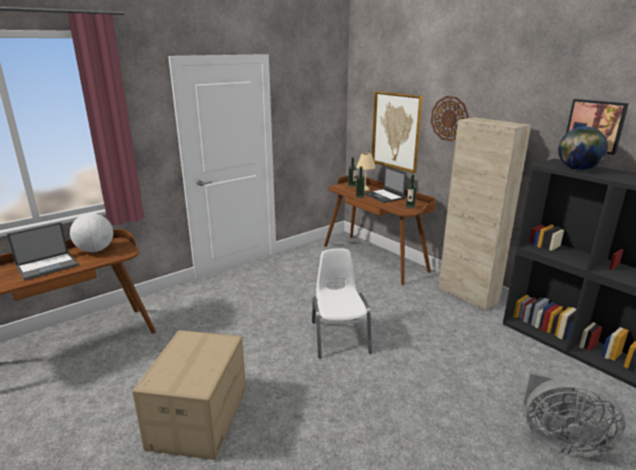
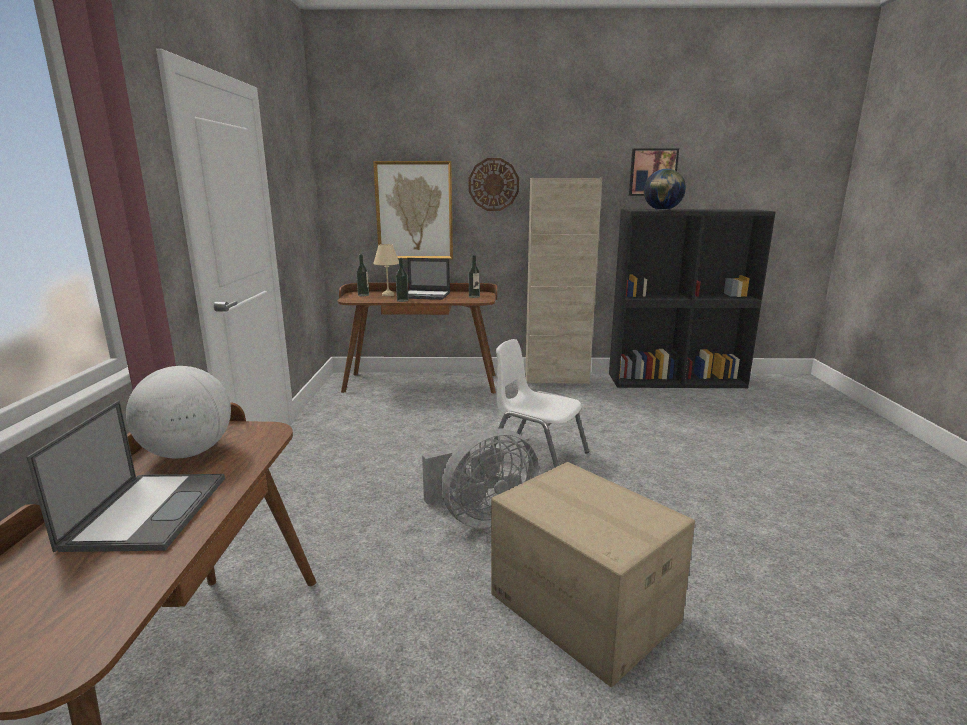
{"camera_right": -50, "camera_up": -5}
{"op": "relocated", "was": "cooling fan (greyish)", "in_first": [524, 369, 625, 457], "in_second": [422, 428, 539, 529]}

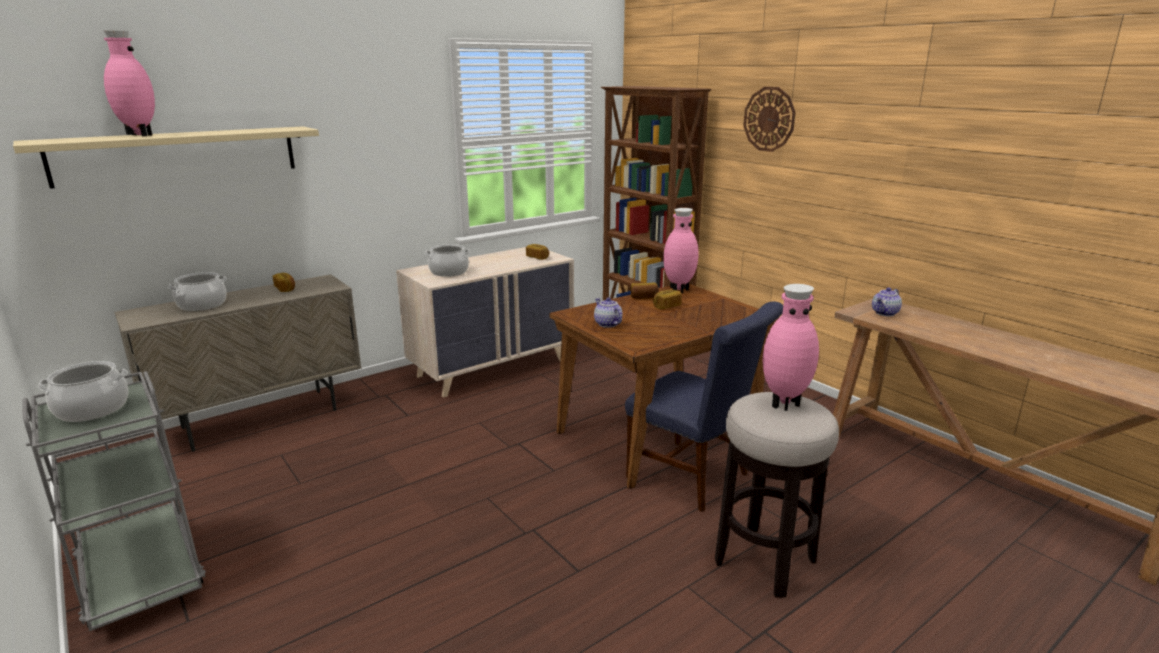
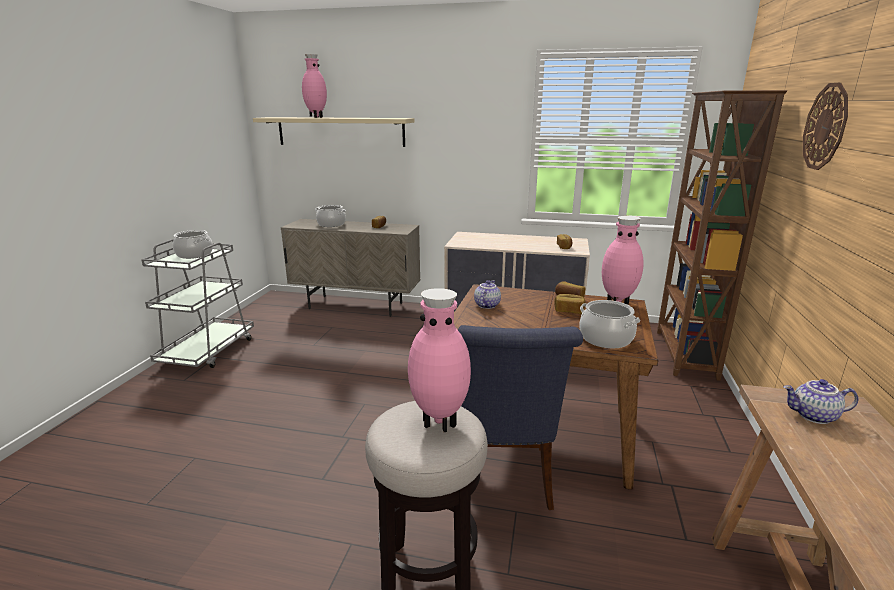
{"camera_right": 50, "camera_up": 0}
{"op": "relocated", "was": "stockpot", "in_first": [425, 244, 470, 277], "in_second": [579, 300, 640, 348]}

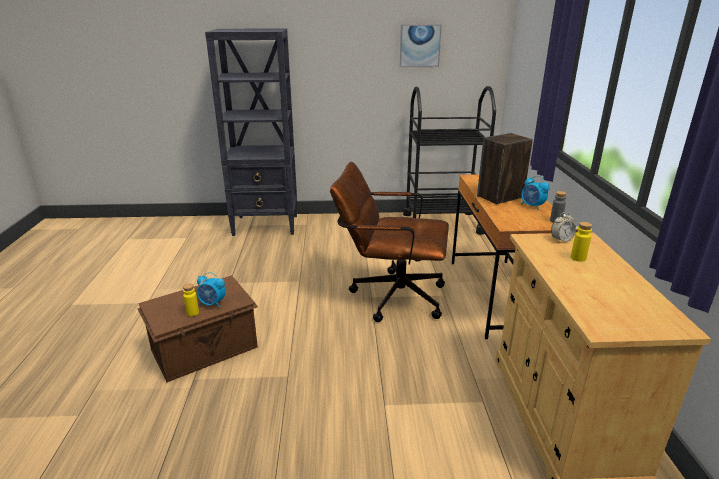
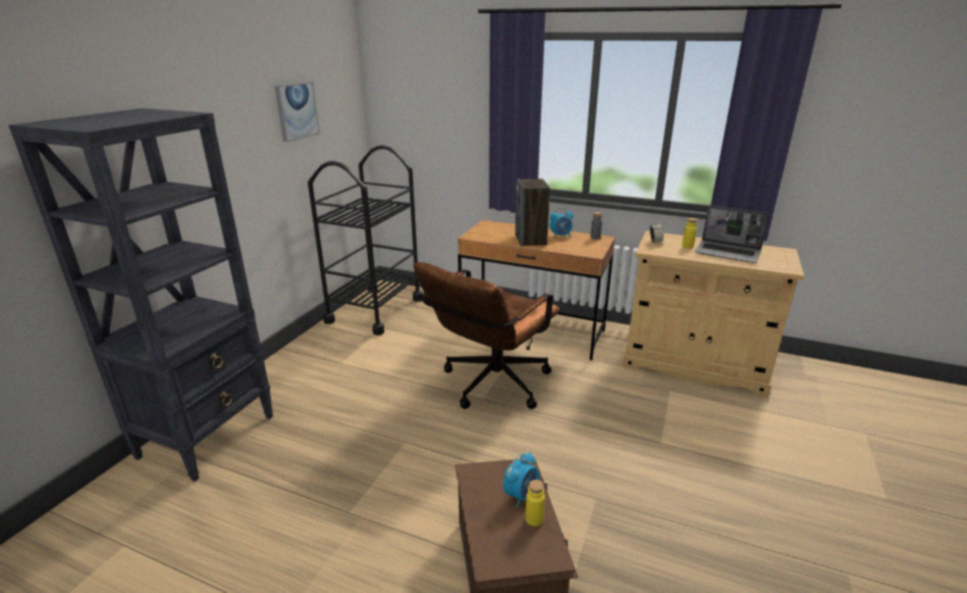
{"camera_right": -65, "camera_up": 0}
{"op": "appeared", "now": "portable computer", "in_second": [695, 205, 769, 263]}

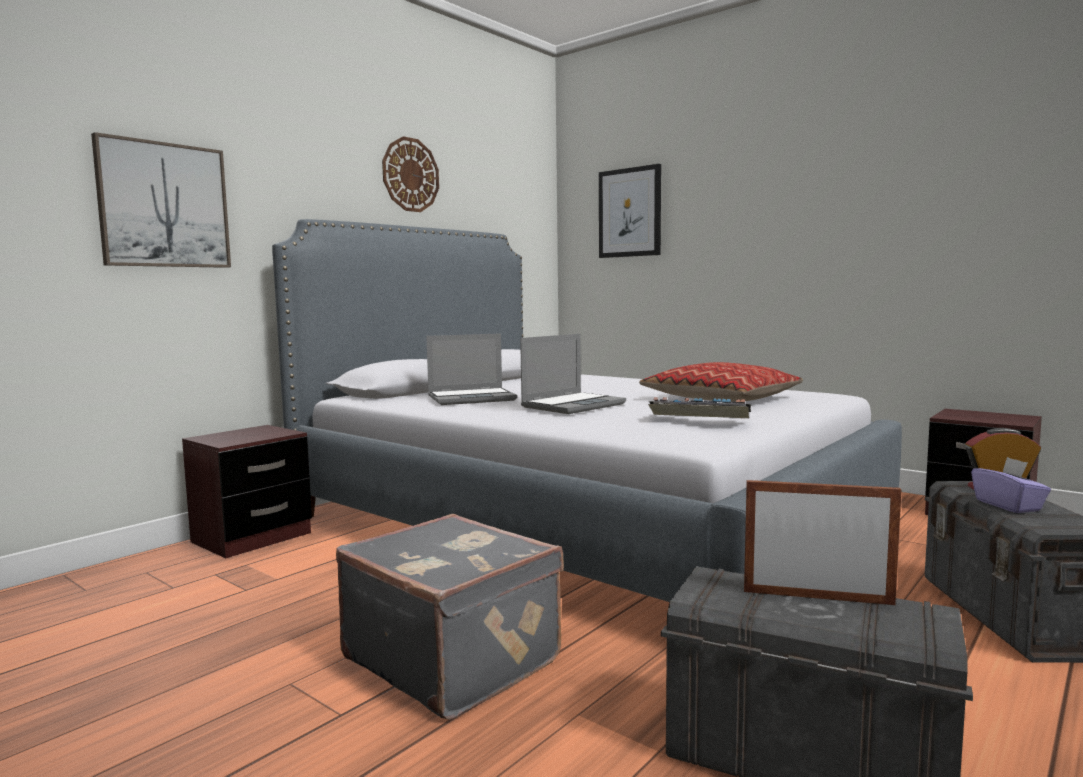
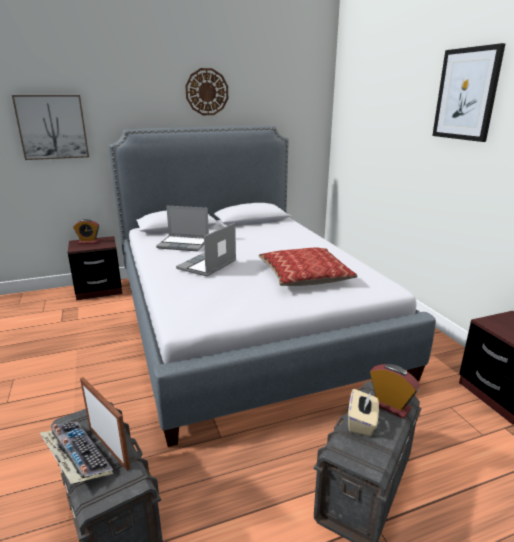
{"camera_right": 30, "camera_up": 15}
{"op": "missing", "was": "suitcase (greyish)", "in_first": [336, 514, 564, 720]}
{"op": "appeared", "now": "bedside clock", "in_second": [73, 219, 99, 244]}
{"op": "relocated", "was": "wall picture", "in_first": [599, 164, 661, 258], "in_second": [432, 43, 506, 142]}
{"op": "relocated", "was": "PC keyboard", "in_first": [648, 397, 751, 418], "in_second": [40, 422, 114, 484]}
{"op": "colour", "was": "box of tissues (purple)", "now": "box of tissues (sand-coloured)", "in_first": [971, 457, 1051, 513], "in_second": [348, 389, 379, 436]}
{"op": "spun", "was": "portable computer", "in_first": [520, 334, 626, 414], "in_second": [176, 223, 236, 276], "clockwise": 135}

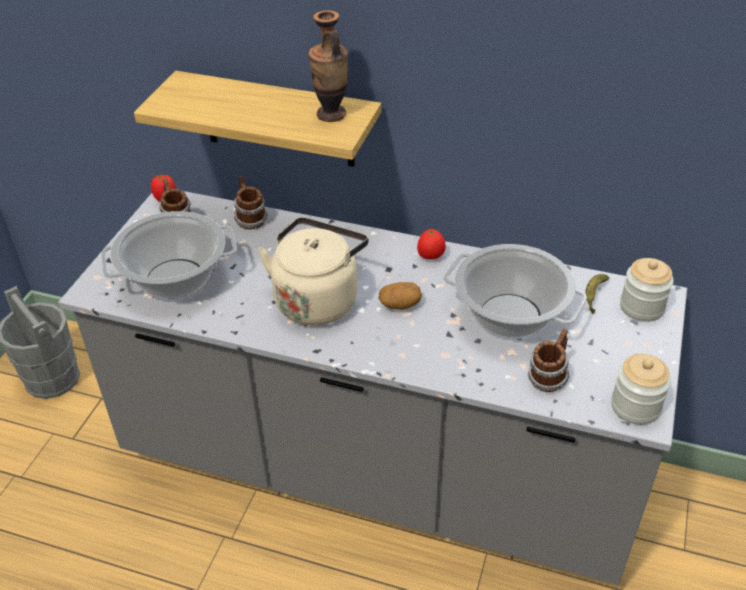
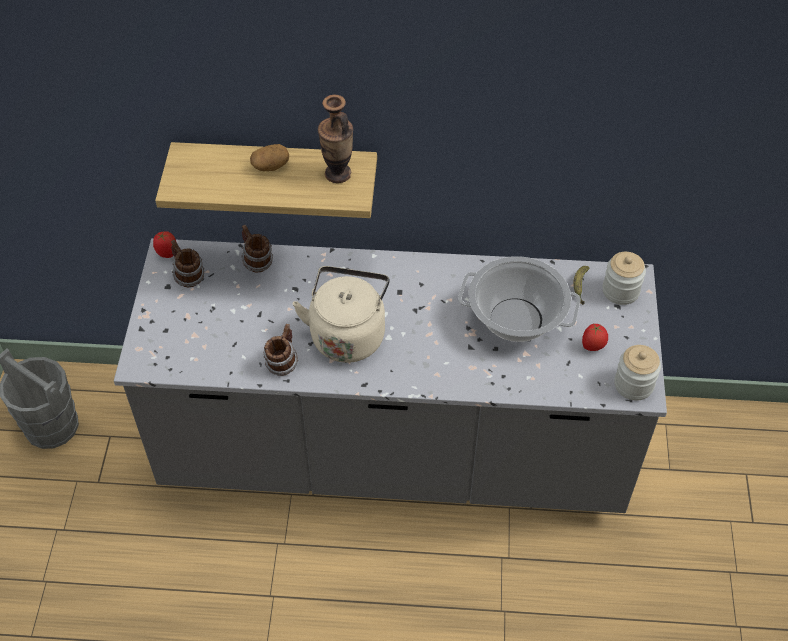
{"camera_right": -15, "camera_up": 10}
{"op": "missing", "was": "stockpot", "in_first": [101, 211, 237, 299]}
{"op": "relocated", "was": "spud", "in_first": [379, 282, 422, 310], "in_second": [250, 144, 289, 171]}
{"op": "relocated", "was": "tomato", "in_first": [417, 229, 446, 259], "in_second": [582, 324, 608, 351]}
{"op": "relocated", "was": "tea mug", "in_first": [528, 329, 570, 392], "in_second": [263, 324, 299, 376]}

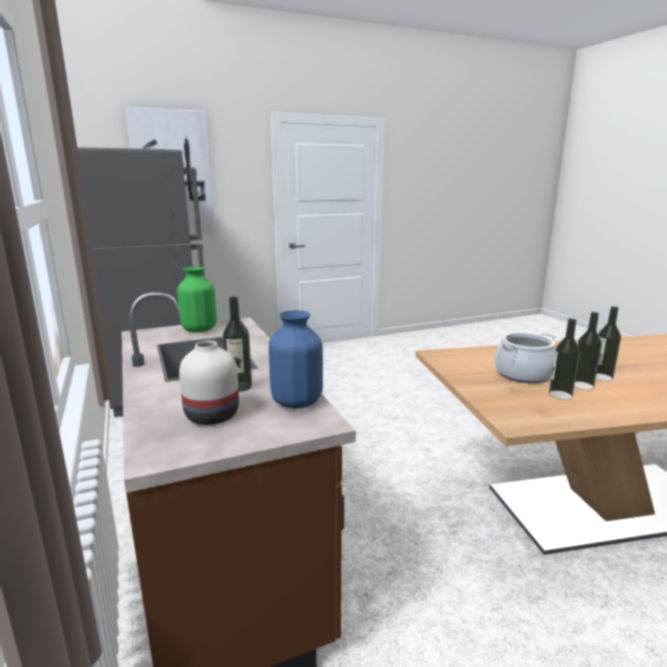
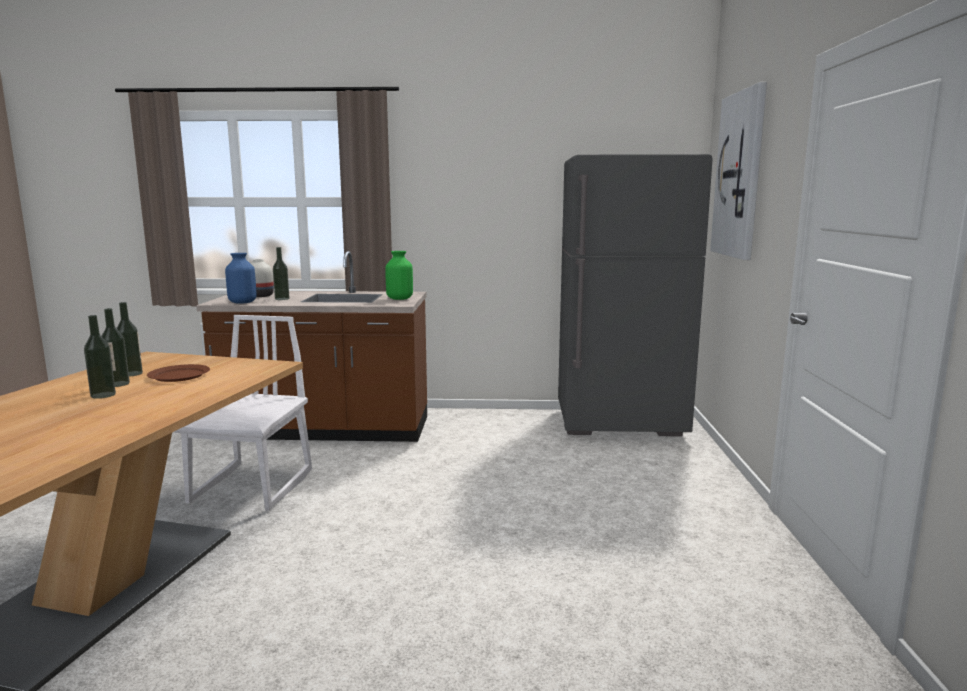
{"camera_right": 115, "camera_up": -5}
{"op": "appeared", "now": "upright chair (whitish)", "in_second": [174, 315, 312, 511]}
{"op": "exchanged", "was": "stockpot", "now": "plate (brown)", "in_first": [495, 333, 556, 383], "in_second": [147, 364, 210, 382]}

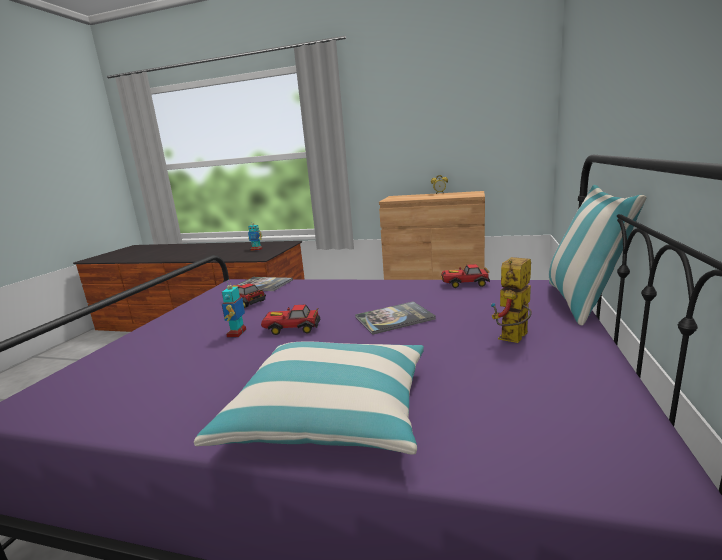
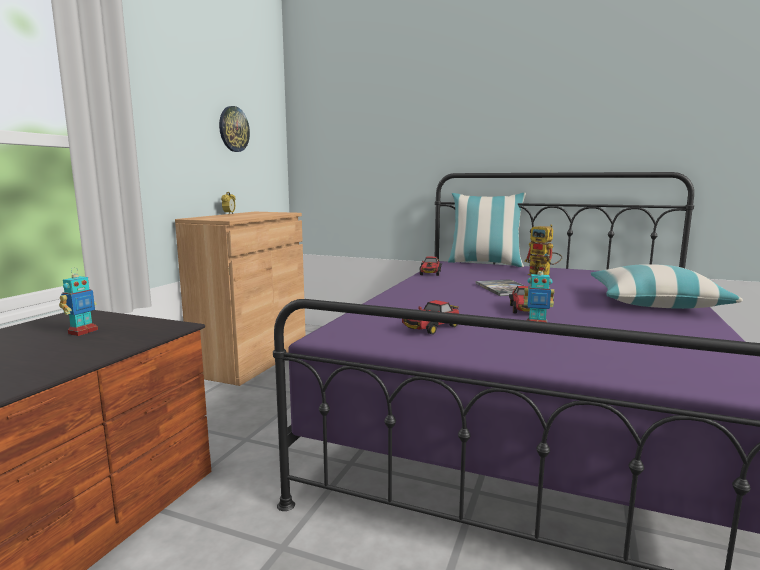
{"camera_right": -85, "camera_up": -5}
{"op": "missing", "was": "volume", "in_first": [237, 277, 293, 291]}
{"op": "appeared", "now": "hanging clock", "in_second": [219, 106, 250, 152]}

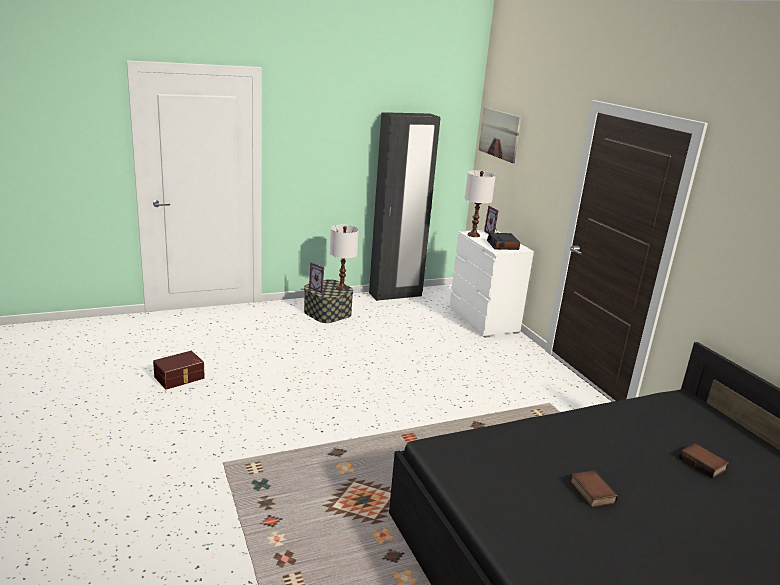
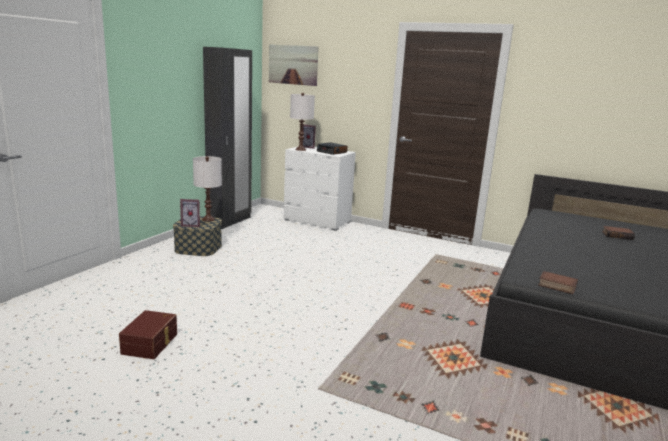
{"camera_right": -40, "camera_up": -5}
{"op": "relocated", "was": "volume", "in_first": [570, 470, 618, 508], "in_second": [538, 271, 578, 294]}

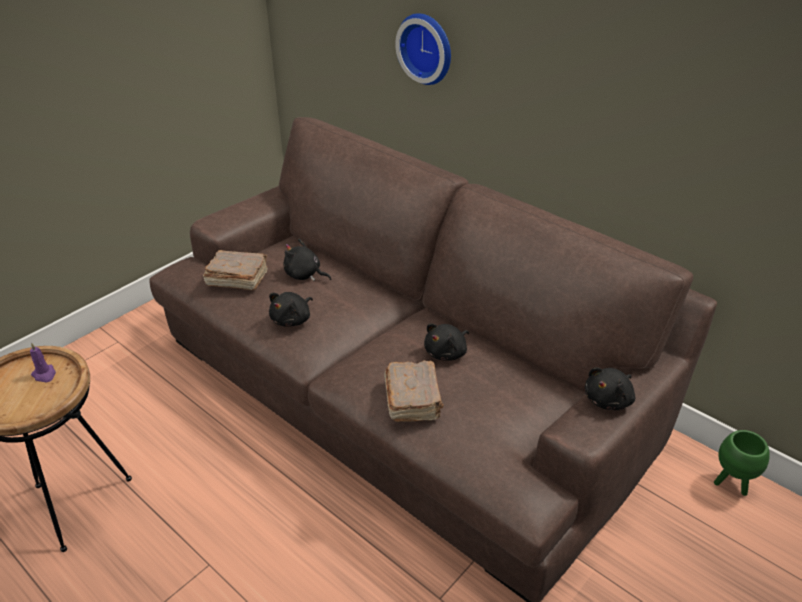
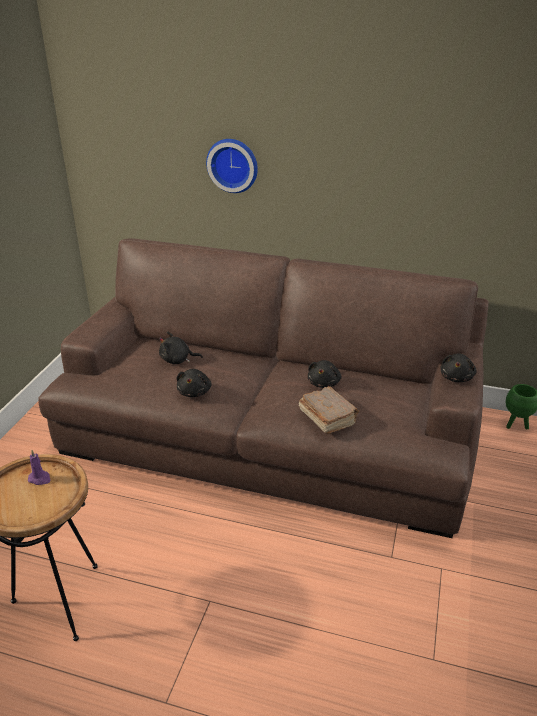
{"camera_right": -25, "camera_up": -5}
{"op": "missing", "was": "volume (brown)", "in_first": [203, 250, 267, 290]}

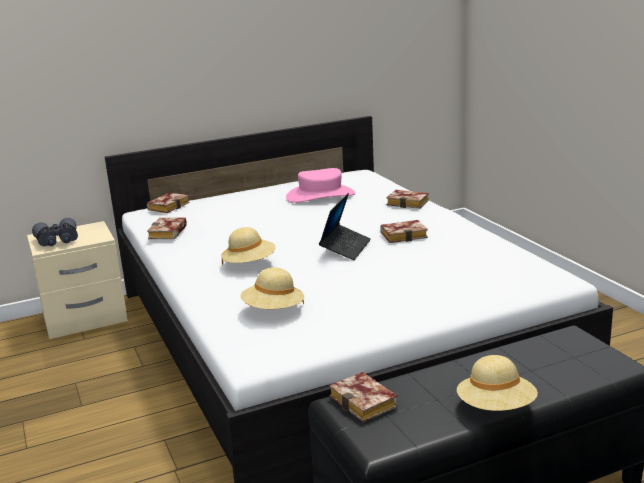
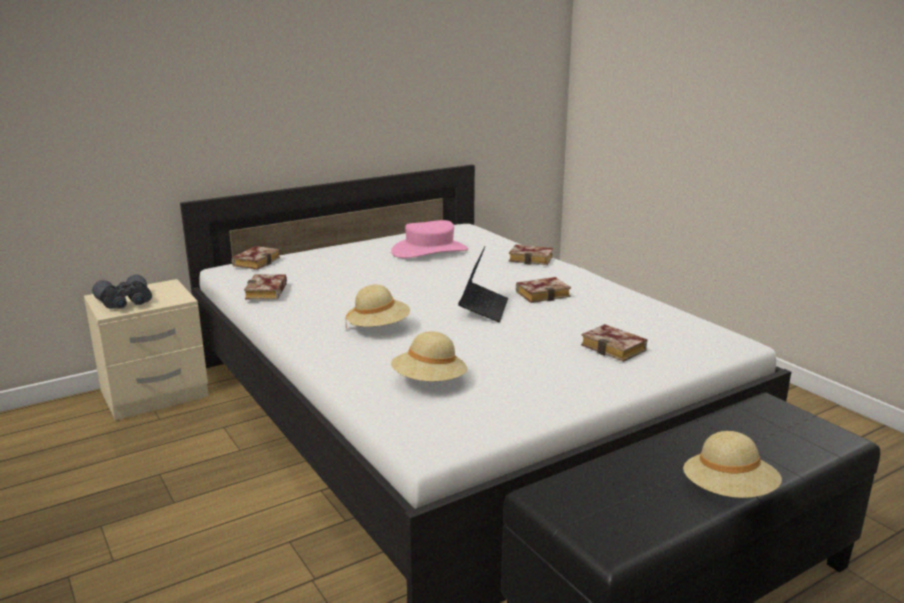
{"camera_right": -10, "camera_up": 0}
{"op": "relocated", "was": "volume", "in_first": [329, 372, 398, 422], "in_second": [581, 324, 647, 362]}

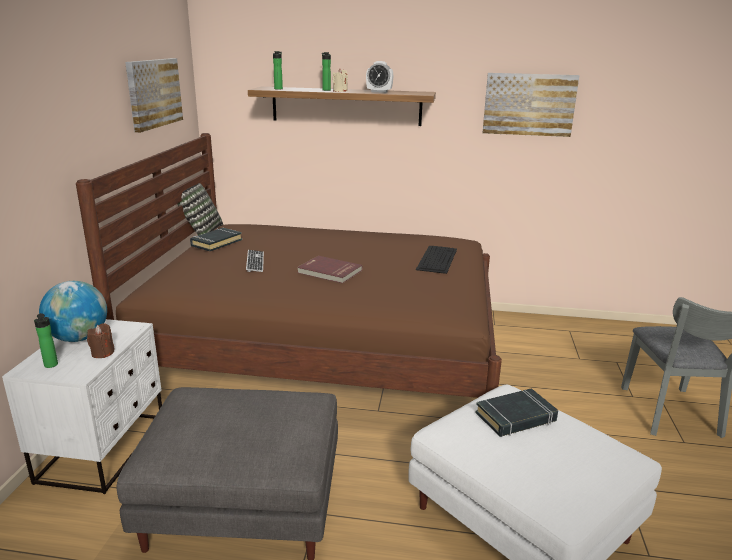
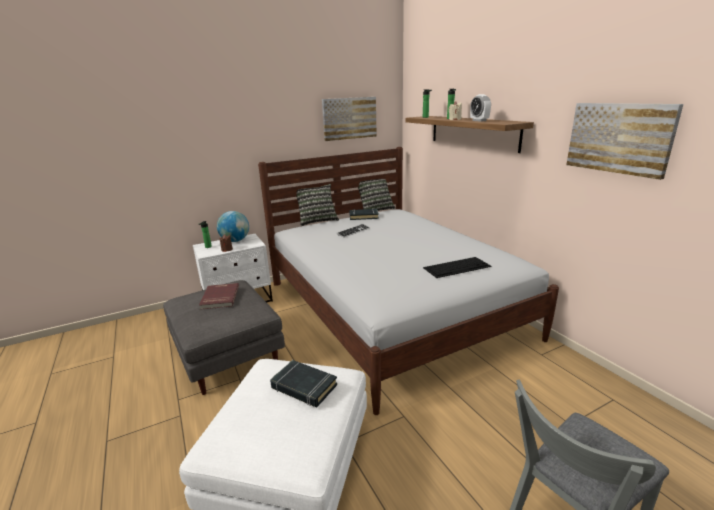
{"camera_right": 55, "camera_up": 0}
{"op": "appeared", "now": "cushion", "in_second": [296, 184, 339, 226]}
{"op": "relocated", "was": "volume (red-coloured)", "in_first": [297, 256, 363, 284], "in_second": [199, 283, 239, 310]}
{"op": "colour", "was": "bedroom bed (brown)", "now": "bedroom bed (whitish)", "in_first": [76, 133, 502, 398], "in_second": [258, 147, 559, 415]}

